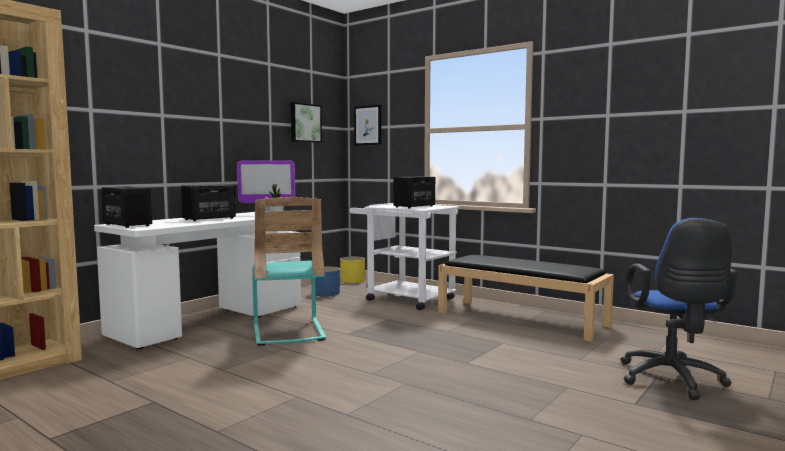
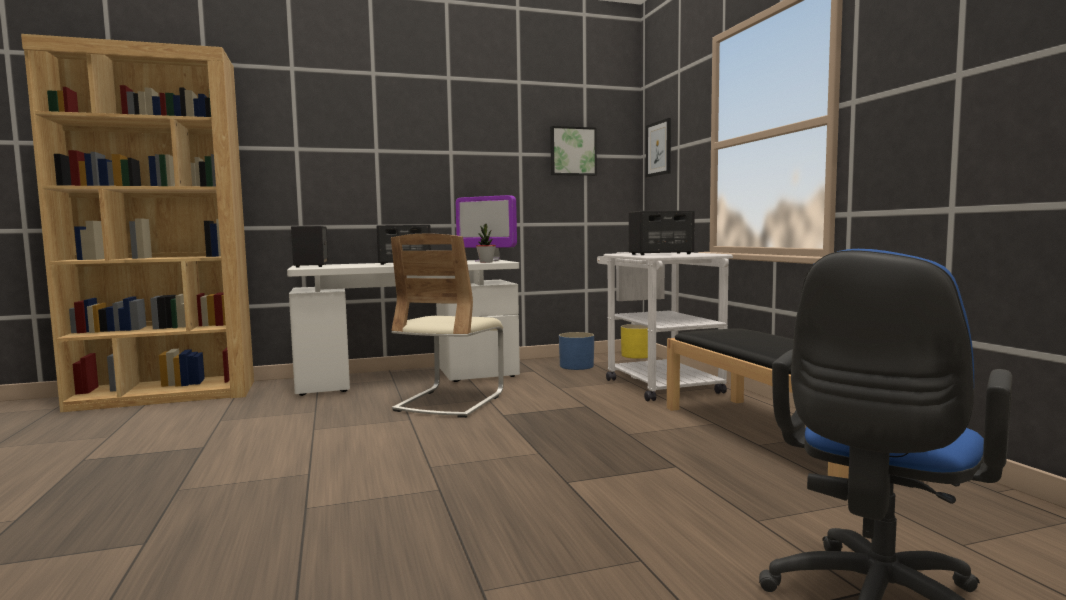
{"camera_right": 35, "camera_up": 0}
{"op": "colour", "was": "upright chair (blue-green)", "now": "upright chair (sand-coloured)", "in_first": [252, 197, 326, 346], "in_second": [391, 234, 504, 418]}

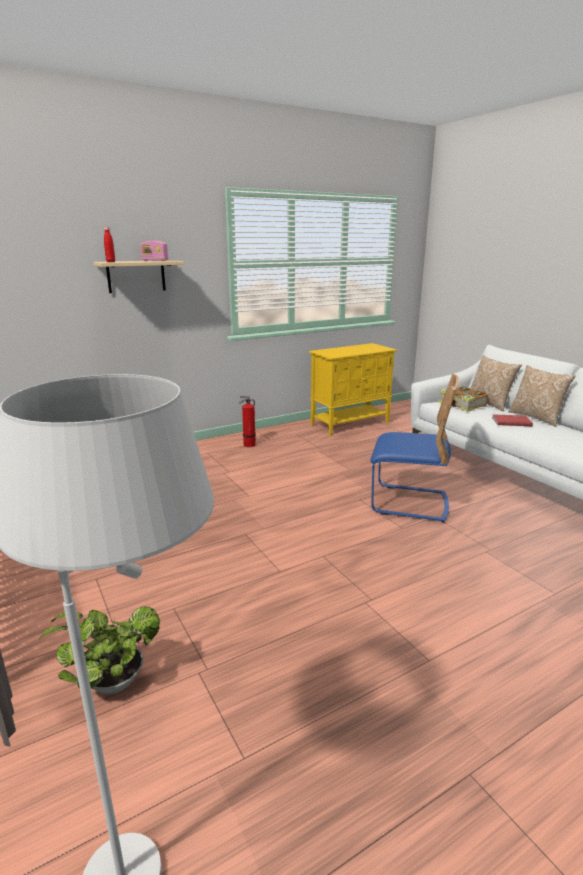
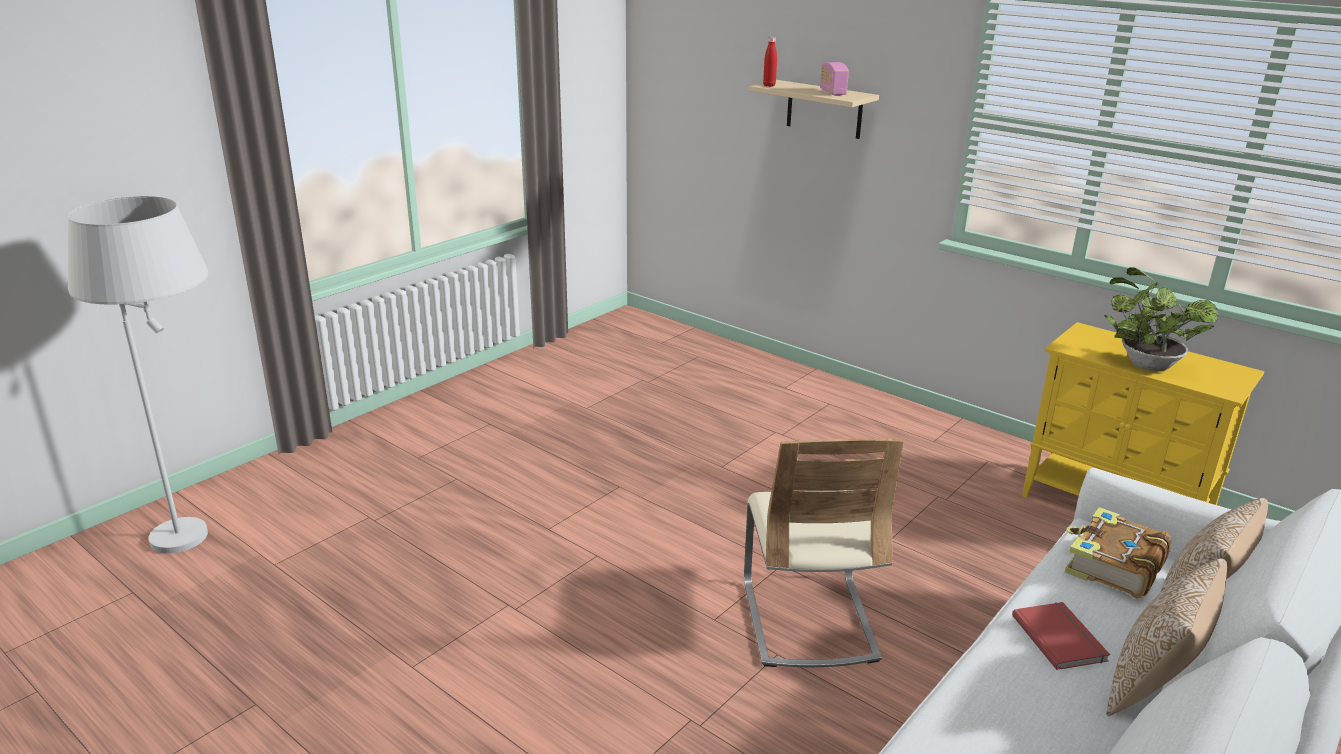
{"camera_right": 70, "camera_up": 5}
{"op": "missing", "was": "extinguisher", "in_first": [238, 396, 256, 447]}
{"op": "relocated", "was": "potted plant", "in_first": [39, 606, 160, 694], "in_second": [1104, 267, 1218, 371]}
{"op": "colour", "was": "upright chair (blue)", "now": "upright chair (sand-coloured)", "in_first": [370, 374, 459, 522], "in_second": [744, 438, 904, 667]}

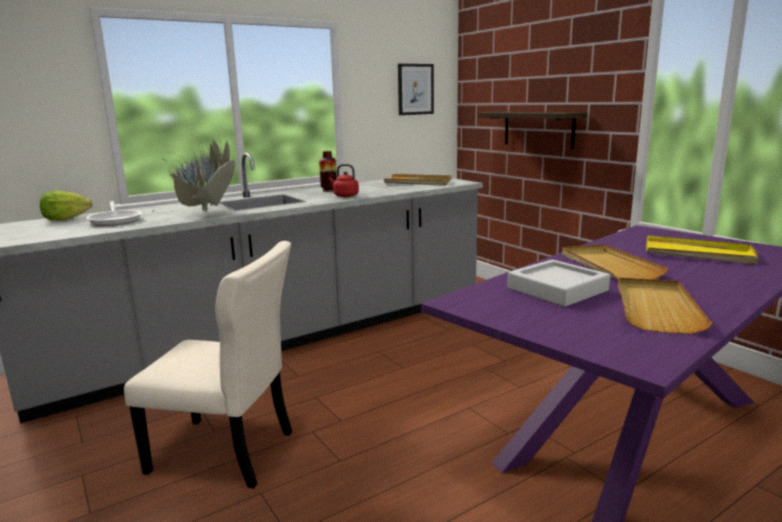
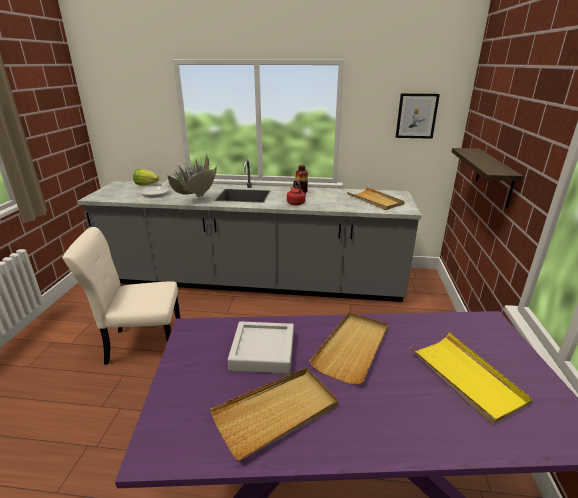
{"camera_right": 40, "camera_up": 10}
{"op": "spun", "was": "upright chair (sand-coloured)", "in_first": [124, 241, 292, 489], "in_second": [62, 227, 180, 365], "clockwise": 120}

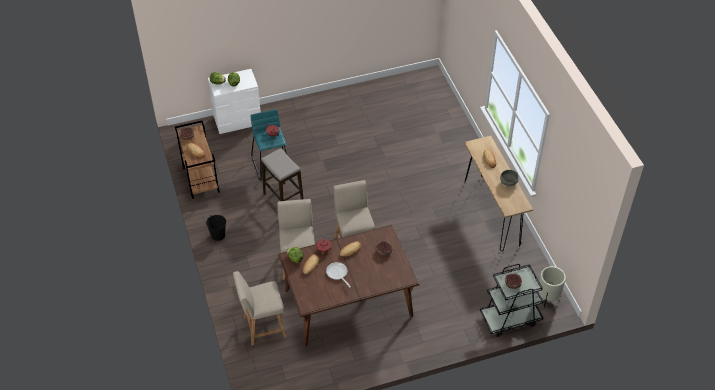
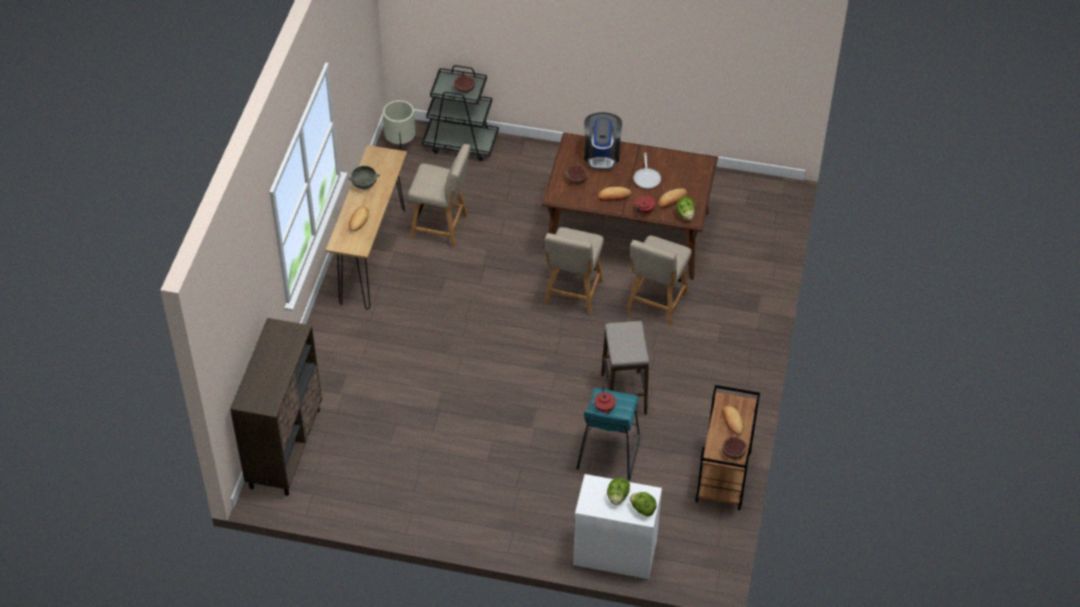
{"camera_right": -150, "camera_up": 0}
{"op": "missing", "was": "bucket (black-coloured)", "in_first": [206, 215, 226, 241]}
{"op": "appeared", "now": "cabinet (brown)", "in_second": [230, 318, 322, 496]}
{"op": "appeared", "now": "coffee brewer", "in_second": [584, 112, 622, 170]}
{"op": "relocated", "was": "upright chair (sand-coloured)", "in_first": [233, 271, 287, 345], "in_second": [408, 144, 471, 248]}

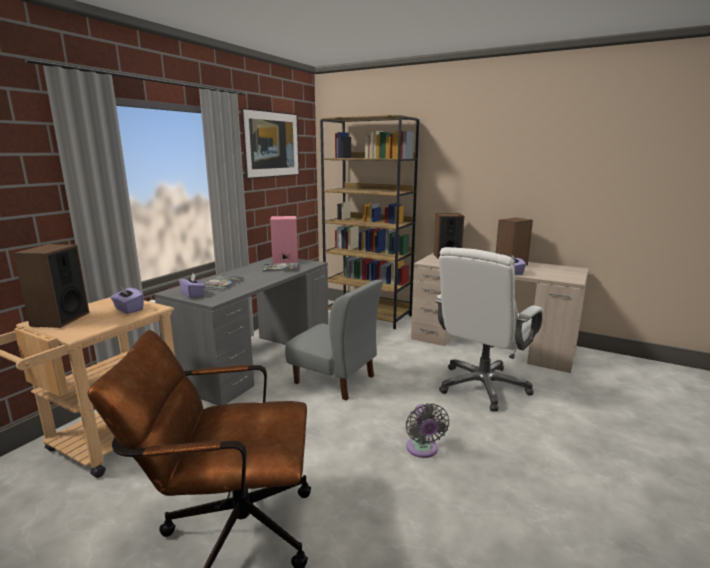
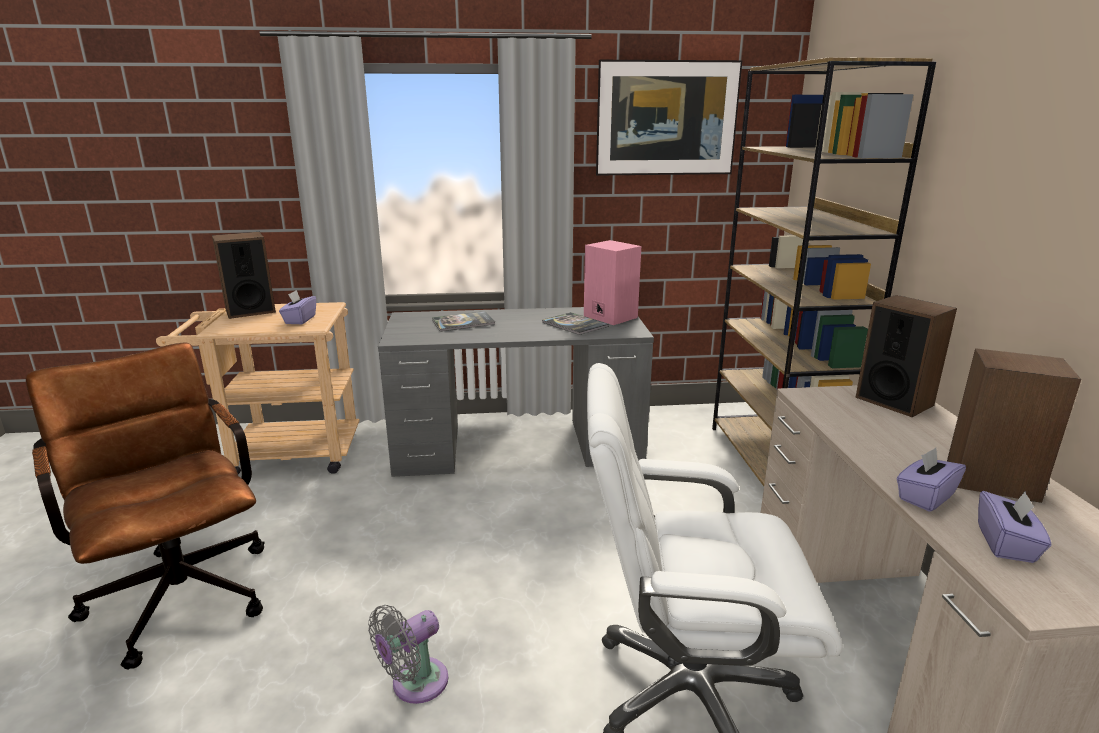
{"camera_right": 55, "camera_up": 5}
{"op": "missing", "was": "upright chair (greyish)", "in_first": [285, 280, 383, 401]}
{"op": "relocated", "was": "box of tissues (purple)", "in_first": [179, 273, 205, 298], "in_second": [978, 491, 1052, 563]}

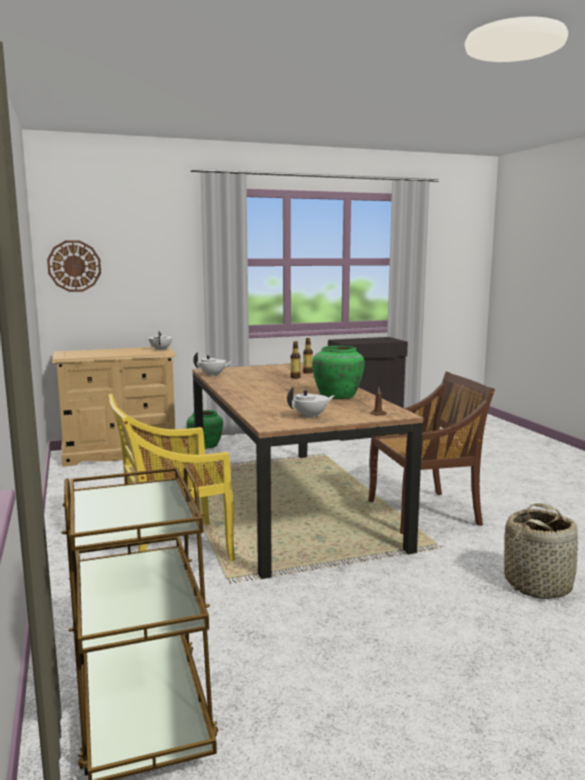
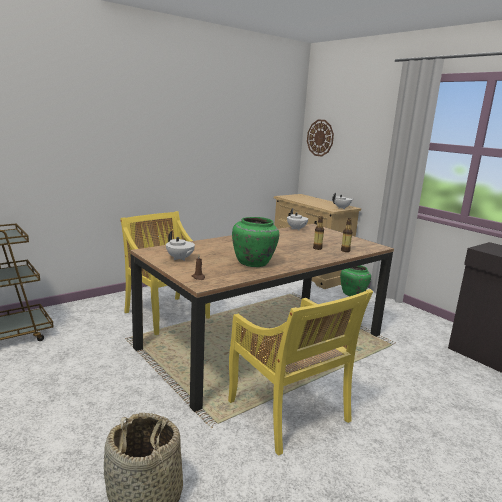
{"camera_right": 70, "camera_up": 5}
{"op": "colour", "was": "upright chair (brown)", "now": "upright chair (yellowish)", "in_first": [368, 371, 495, 534], "in_second": [228, 289, 373, 456]}

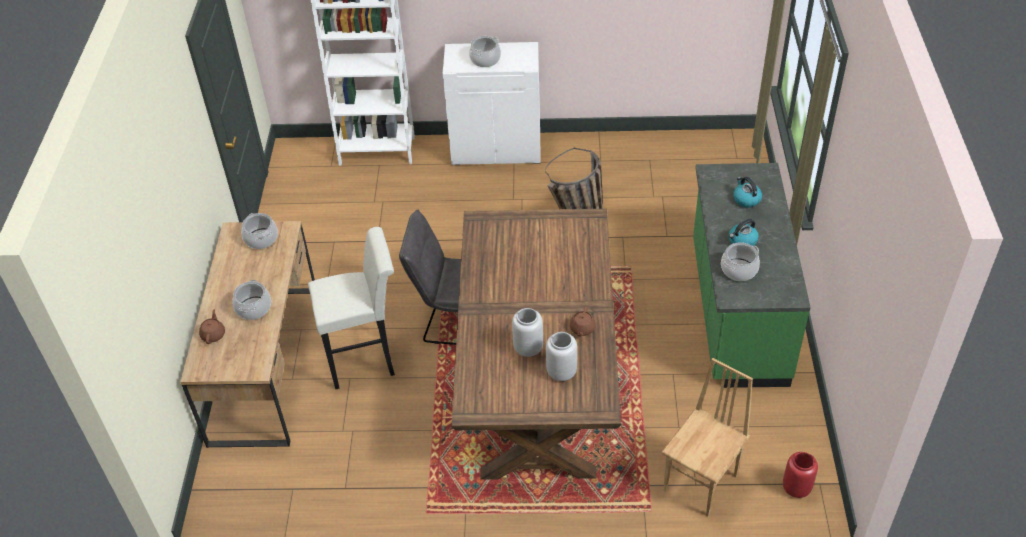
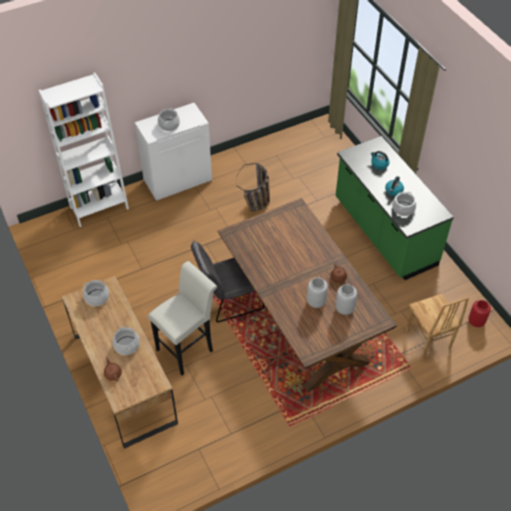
{"camera_right": -30, "camera_up": 5}
{"op": "spun", "was": "upright chair (brown)", "in_first": [662, 358, 753, 517], "in_second": [406, 294, 469, 359], "clockwise": 150}

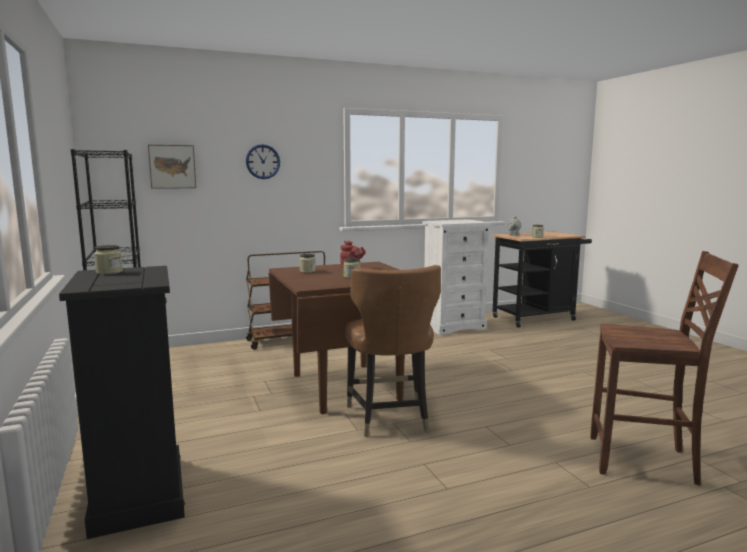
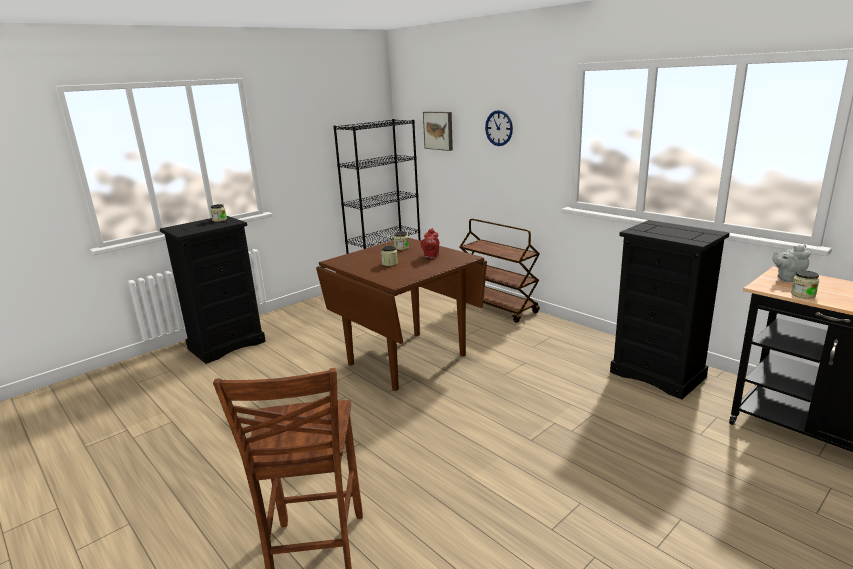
{"camera_right": 70, "camera_up": 10}
{"op": "missing", "was": "upright chair (brown)", "in_first": [345, 265, 441, 437]}
{"op": "colour", "was": "chest of drawers (whitish)", "now": "chest of drawers (black-coloured)", "in_first": [422, 219, 492, 335], "in_second": [610, 220, 730, 399]}

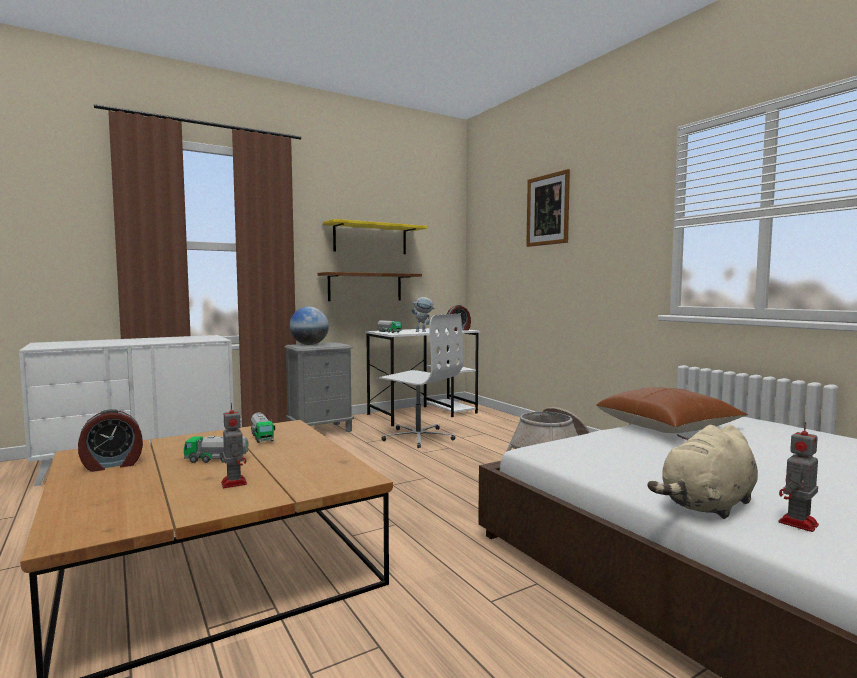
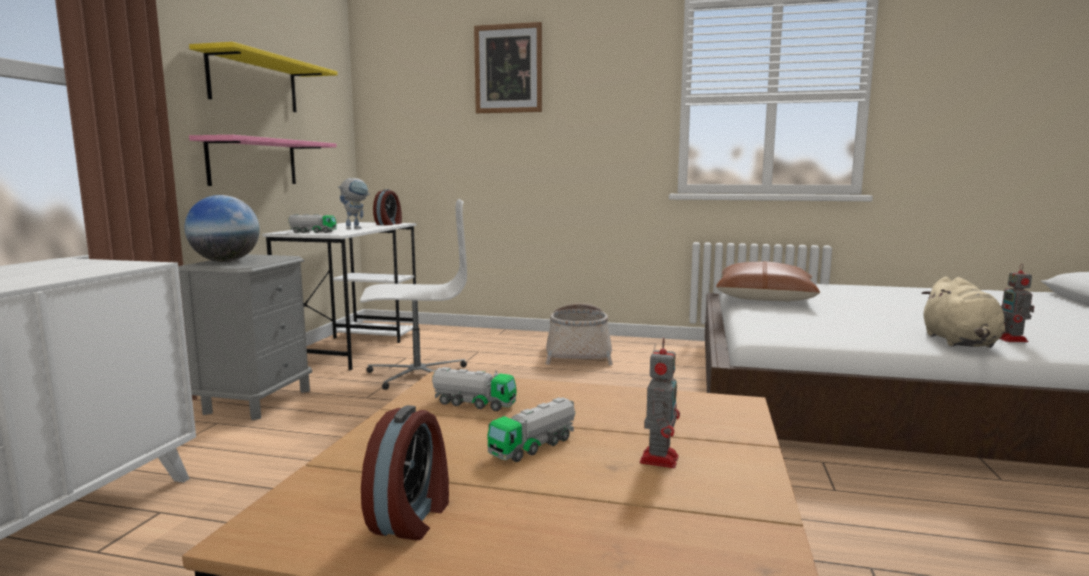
{"camera_right": -45, "camera_up": 5}
{"op": "colour", "was": "wall shelf (brown)", "now": "wall shelf (pink-coloured)", "in_first": [317, 272, 422, 301], "in_second": [189, 135, 337, 186]}
{"op": "spun", "was": "robot figure", "in_first": [221, 403, 247, 488], "in_second": [640, 338, 680, 468], "clockwise": 90}

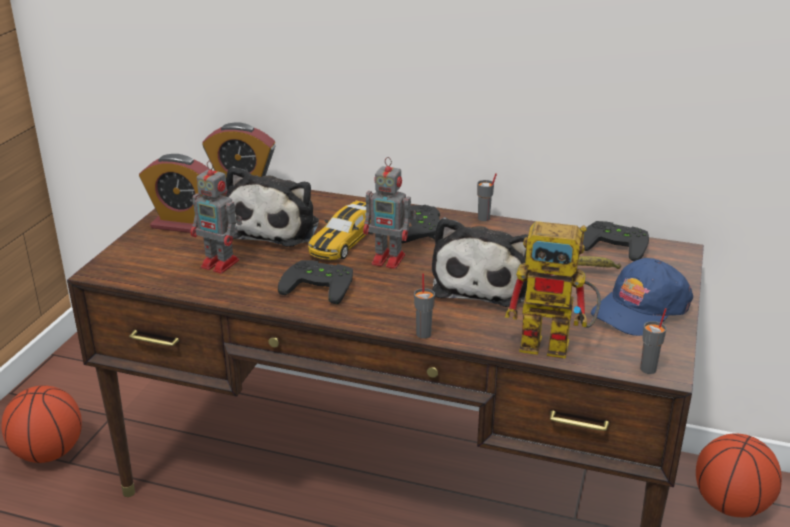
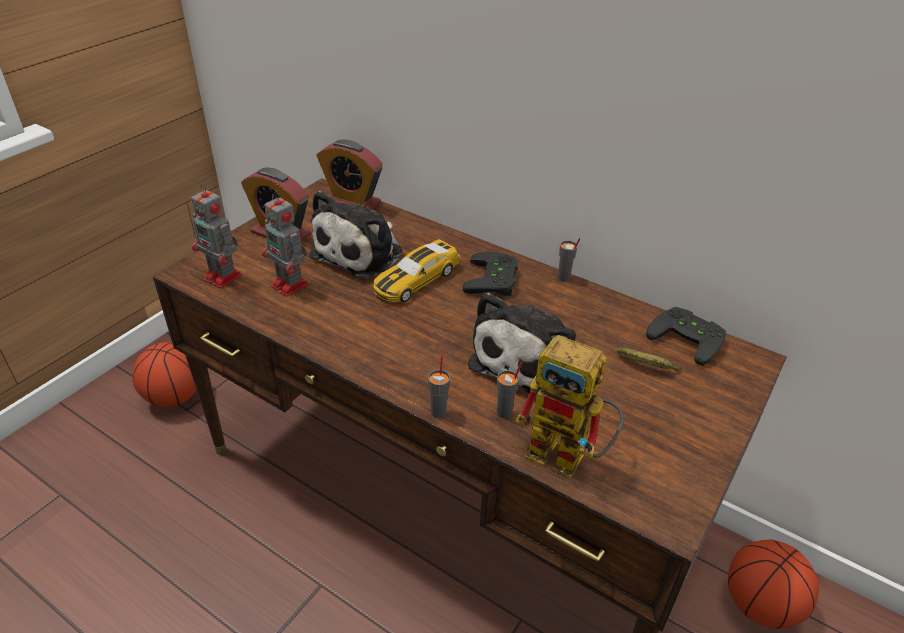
{"camera_right": 15, "camera_up": 10}
{"op": "missing", "was": "joypad (black-coloured)", "in_first": [278, 260, 353, 305]}
{"op": "missing", "was": "cap (blue)", "in_first": [591, 258, 693, 336]}
{"op": "relocated", "was": "robot figure", "in_first": [363, 157, 416, 269], "in_second": [191, 183, 242, 289]}
{"op": "relocated", "was": "cup (greyish)", "in_first": [640, 308, 667, 374], "in_second": [497, 362, 522, 419]}

